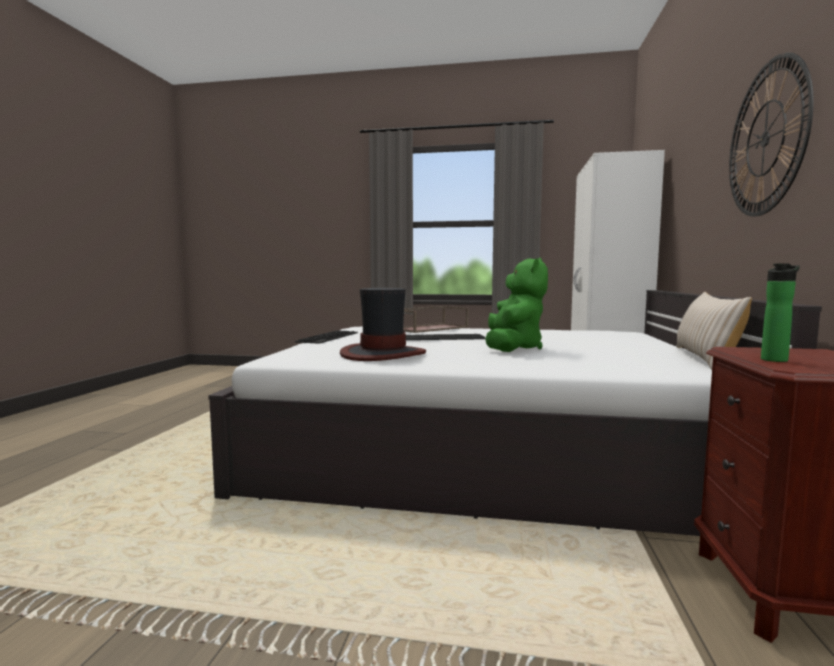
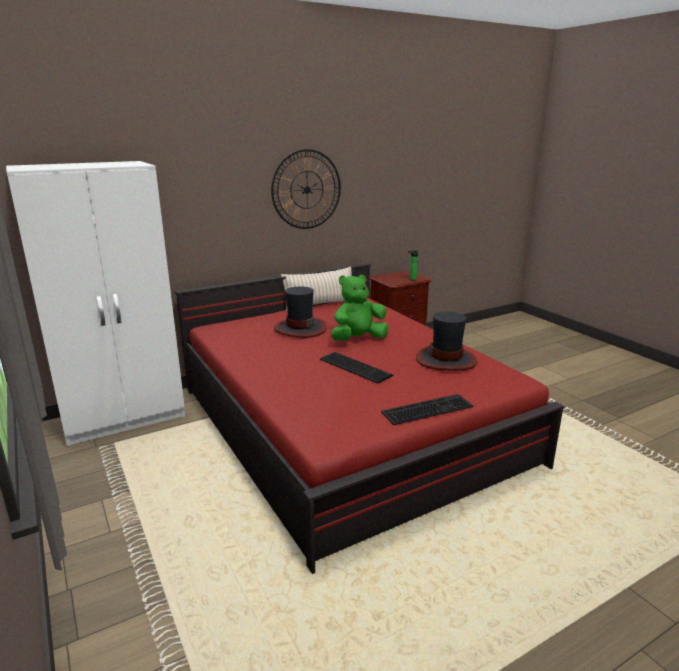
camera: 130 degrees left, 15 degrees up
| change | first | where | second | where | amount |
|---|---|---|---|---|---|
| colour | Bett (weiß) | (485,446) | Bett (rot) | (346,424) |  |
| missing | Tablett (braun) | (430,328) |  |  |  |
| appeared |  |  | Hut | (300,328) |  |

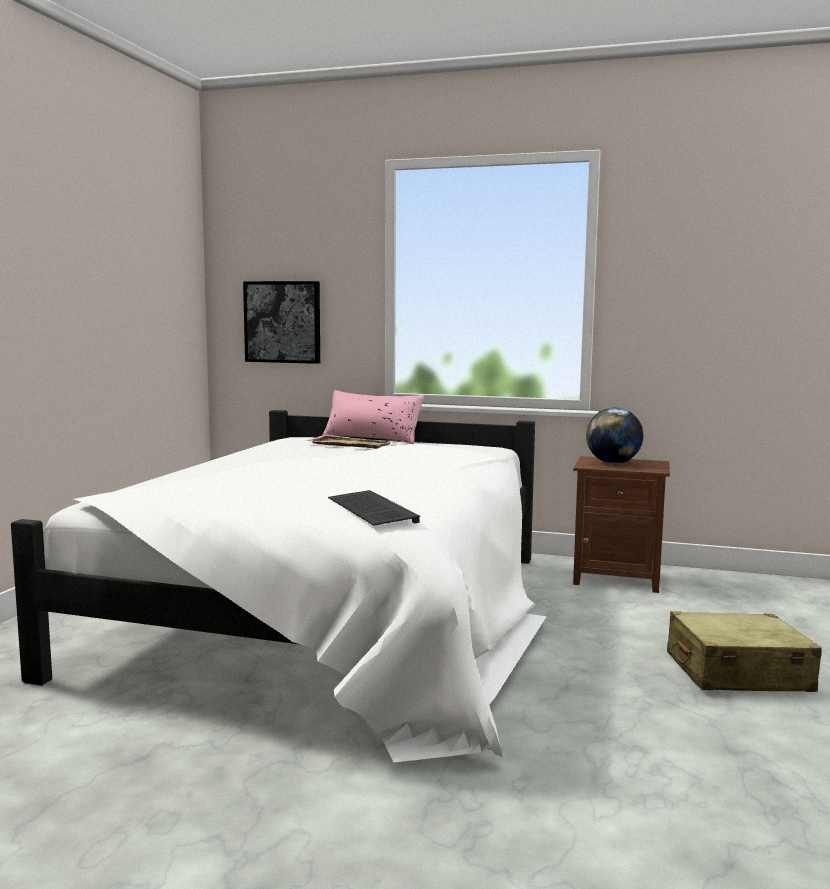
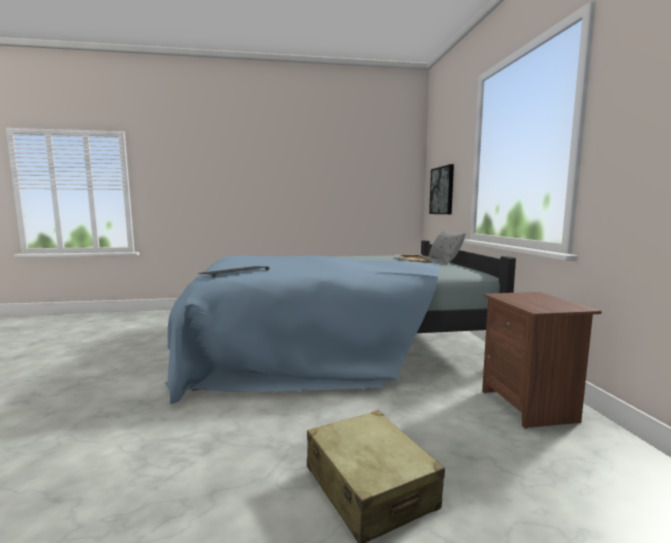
camera: 65 degrees right, 0 degrees up
| change | first | where | second | where | amount |
|---|---|---|---|---|---|
| colour | Bett (weiß) | (339,615) | Bett (blau) | (334,344) |  |
| colour | Kissen (rosa) | (372,438) | Kissen (grau) | (444,260) |  |
| missing | Globus | (613,463) |  |  |  |

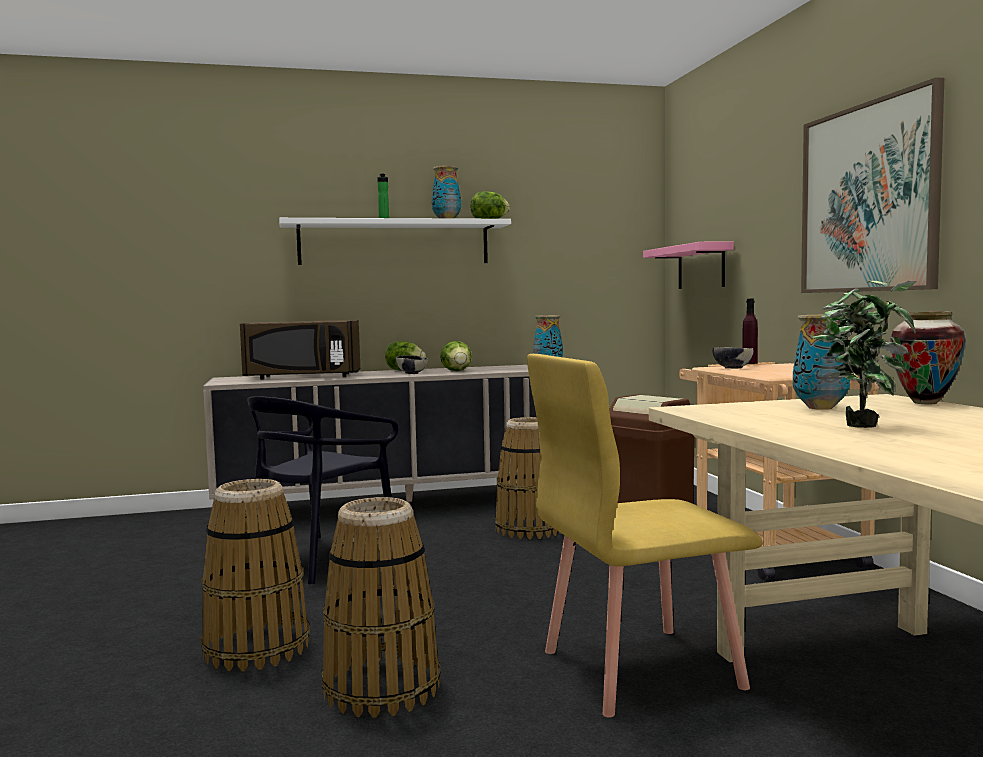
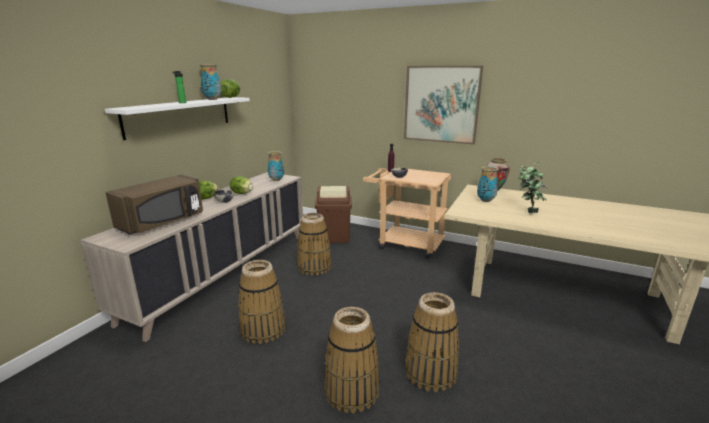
camera: 50 degrees left, 15 degrees up
| change | first | where | second | where | amount |
|---|---|---|---|---|---|
| exchanged | Stuhl (schwarz) | (321,559) | Korb | (262,329) |  |
| missing | Stuhl (gelb) | (638,668) |  |  |  |
| missing | Wandregal (rosa) | (701,267) |  |  |  |

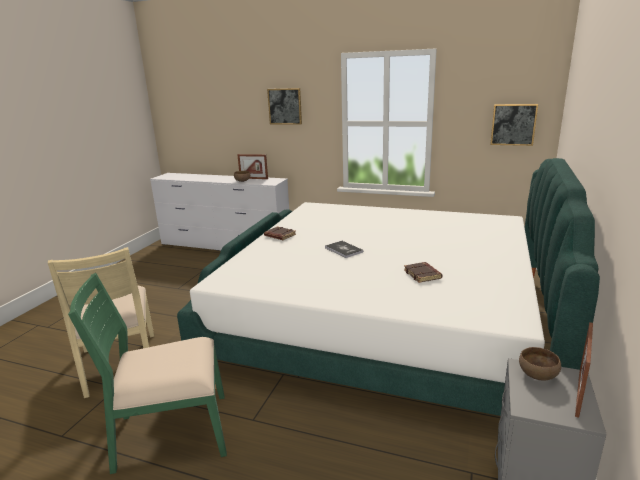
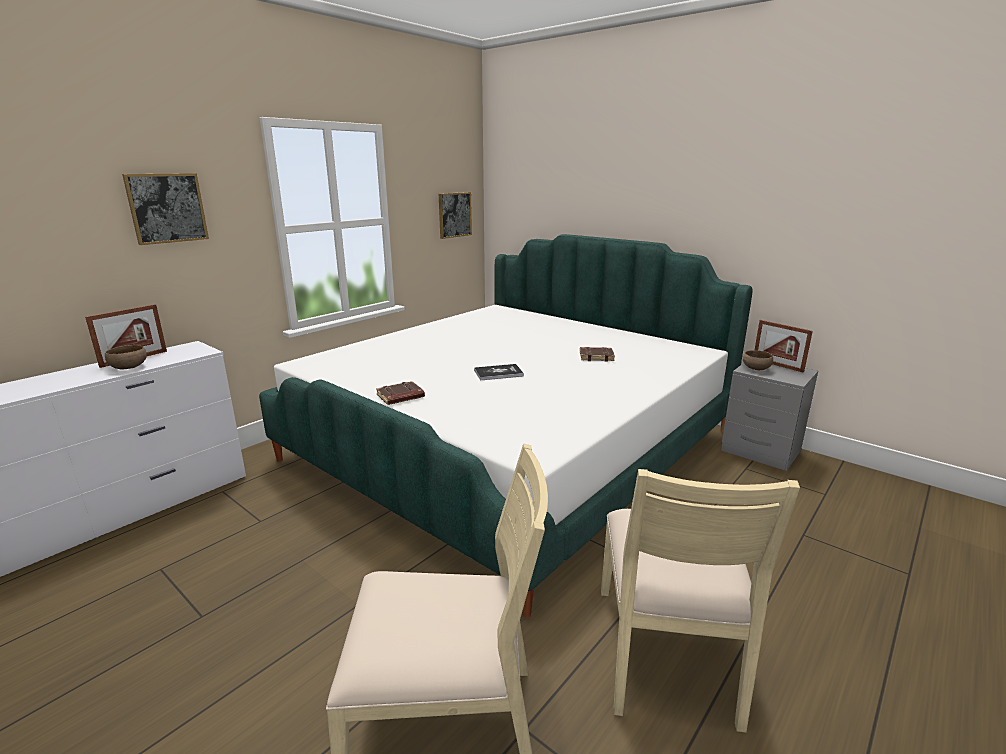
camera: 70 degrees left, 0 degrees up
| change | first | where | second | where | amount |
|---|---|---|---|---|---|
| colour | Stuhl (grün) | (171,432) | Stuhl (beige) | (667,653) |  |

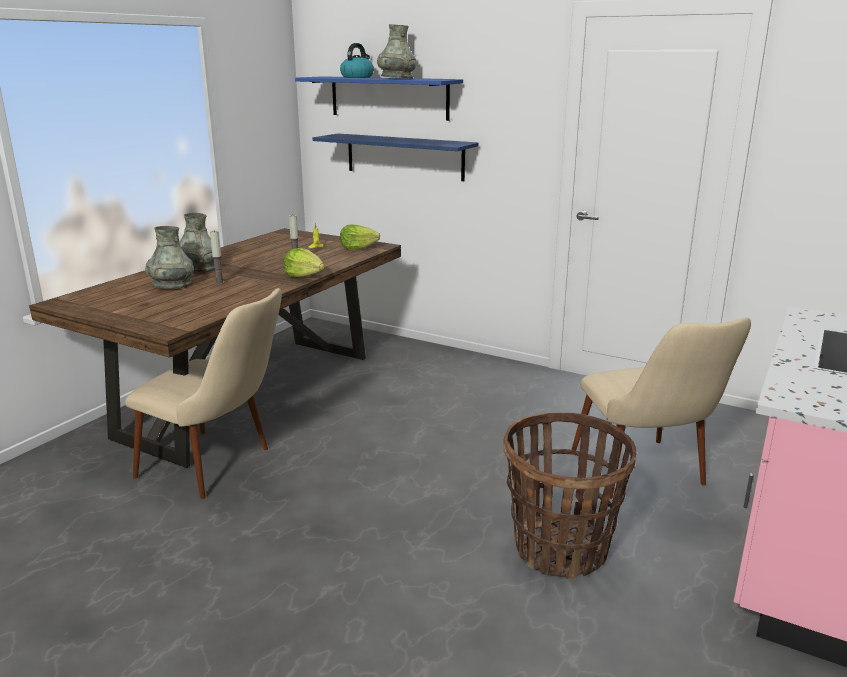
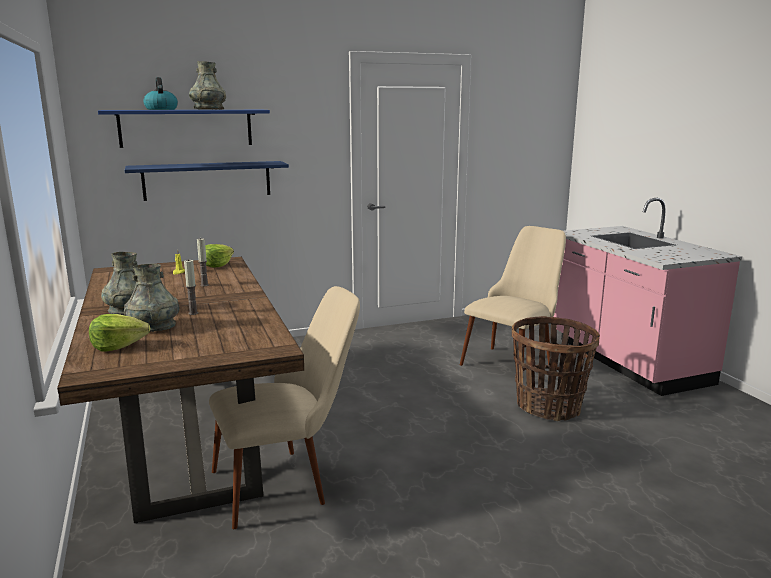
camera: 50 degrees left, 5 degrees down
| change | first | where | second | where | amount |
|---|---|---|---|---|---|
| relocated | Salatkopf | (304,275) |  | (118,346) |  |
| spun | Stuhl (beige) | (647,480) |  | (513,360) | 75 degrees counterclockwise |

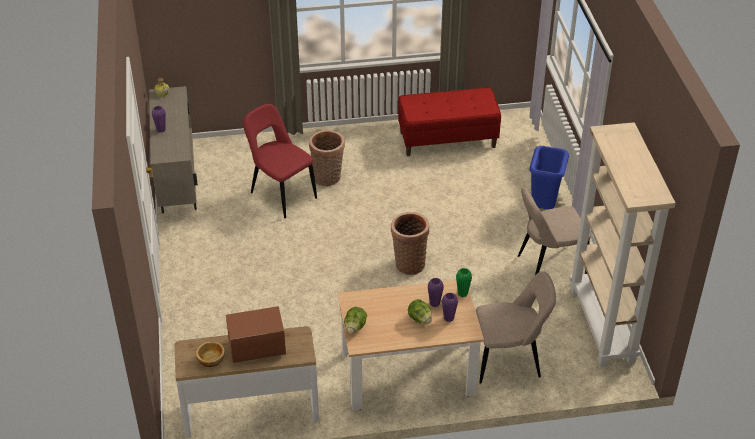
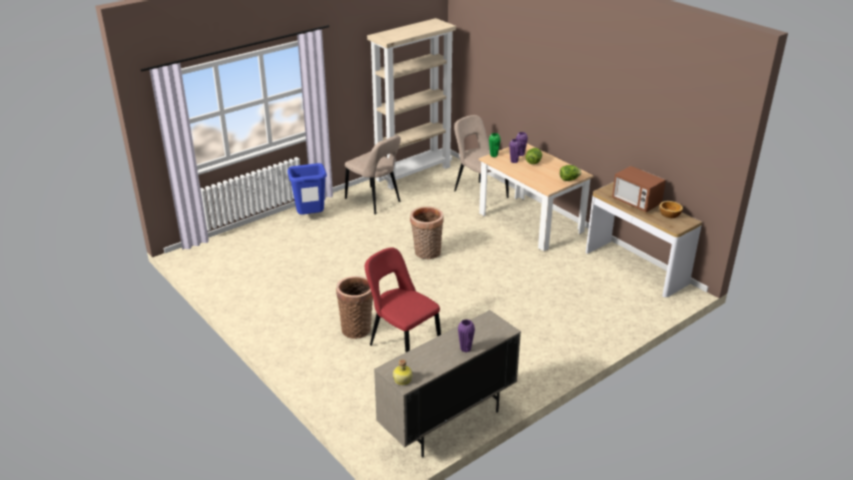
camera: 120 degrees left, 10 degrees down
| change | first | where | second | where | amount |
|---|---|---|---|---|---|
| spun | Stuhl (rot) | (281,194) |  | (402,347) | 120 degrees clockwise |
| missing | Bank (rot) | (447,139) |  |  |  |

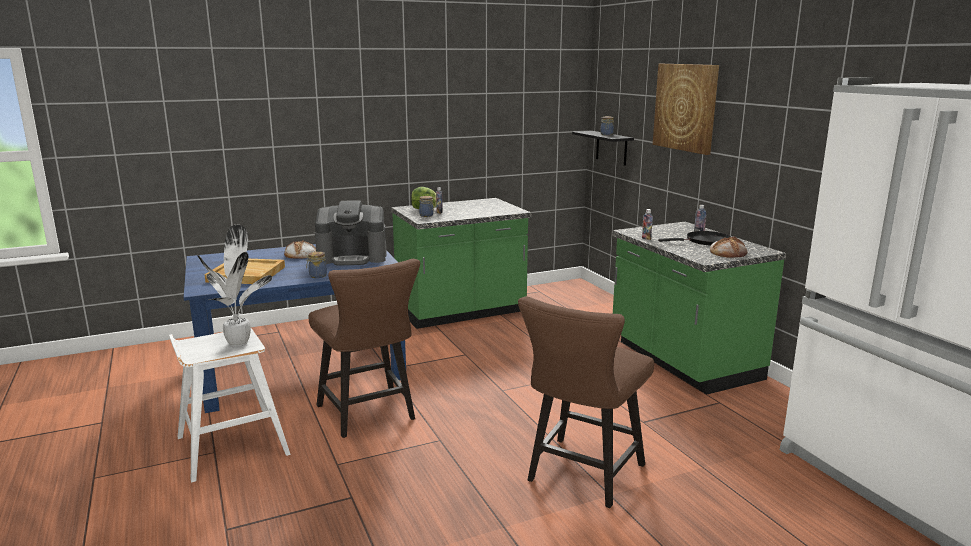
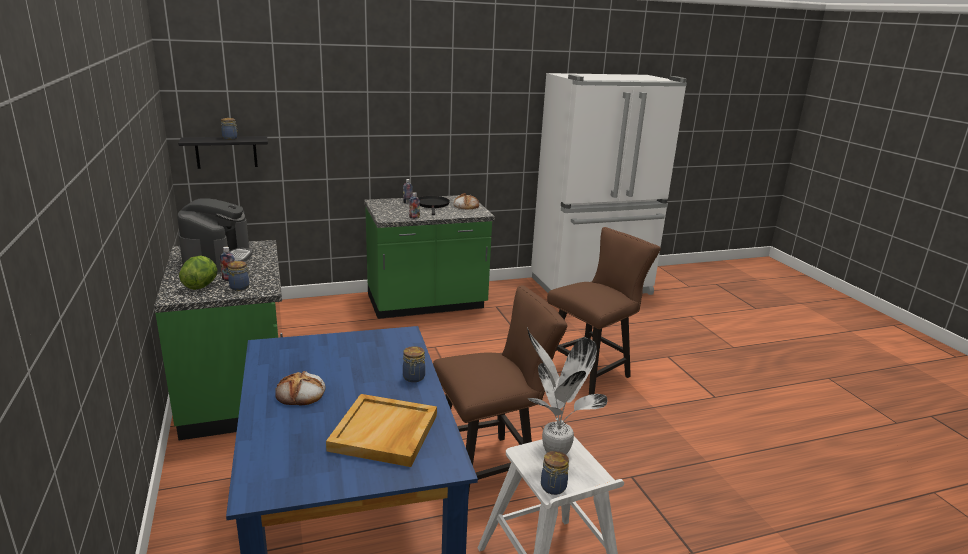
camera: 85 degrees left, 5 degrees up
| change | first | where | second | where | amount |
|---|---|---|---|---|---|
| relocated | Kaffeemaschine | (353,257) |  | (217,258) |  |
| spun | Stuhl (braun) | (581,476) |  | (591,370) | 75 degrees counterclockwise |
| missing | Bild | (685,107) |  |  |  |
| appeared |  |  | Vorratsglas | (553,488) |  |

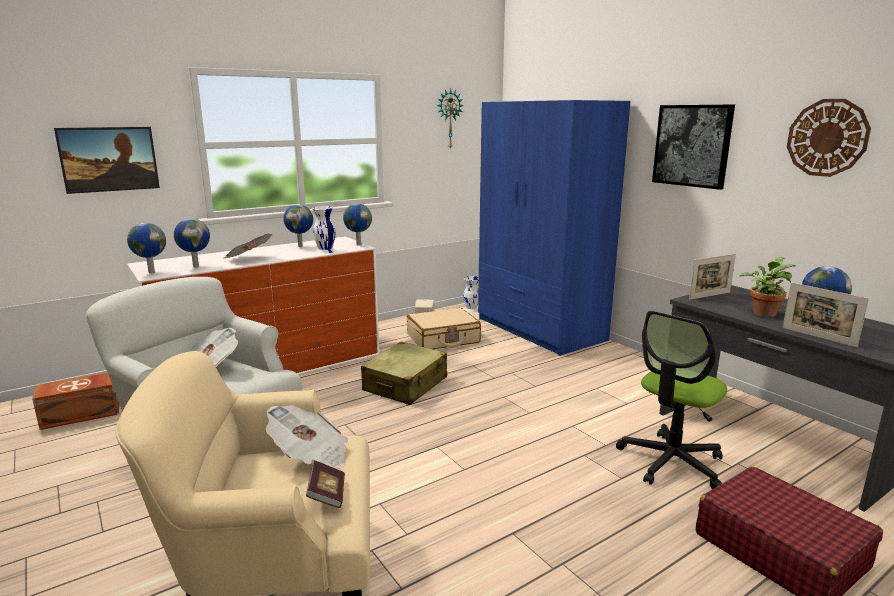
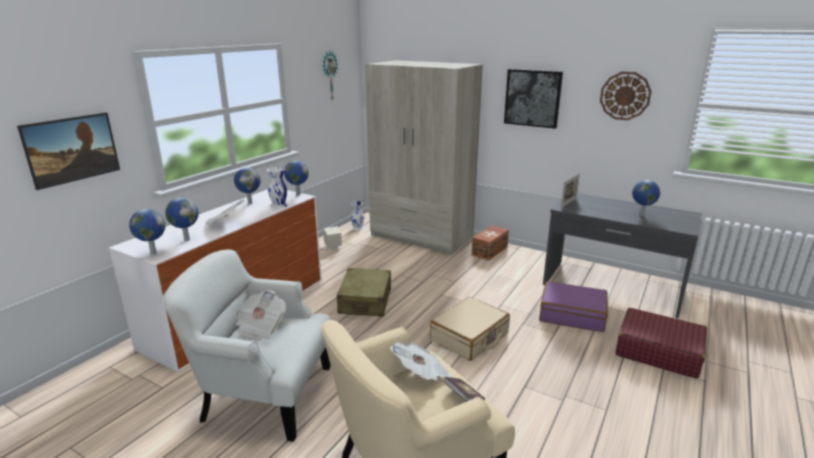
camera: 25 degrees left, 5 degrees up
| change | first | where | second | where | amount |
|---|---|---|---|---|---|
| relocated | Aufbewahrungsbox (braun) | (82,414) |  | (490,251) |  |
| relocated | Koffer (beige) | (443,339) |  | (470,337) |  |
| colour | Kleiderschrank (blau) | (540,329) | Kleiderschrank (beige) | (421,236) |  |
| exchanged | Bürostuhl | (671,462) | Koffer (lila) | (572,315) |  |
| missing | Topfpflanze | (763,313) |  |  |  |
| missing | Bilderrahmen | (818,337) |  |  |  |

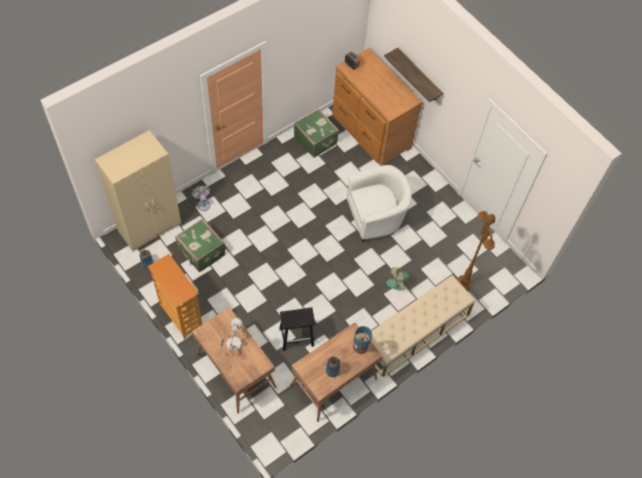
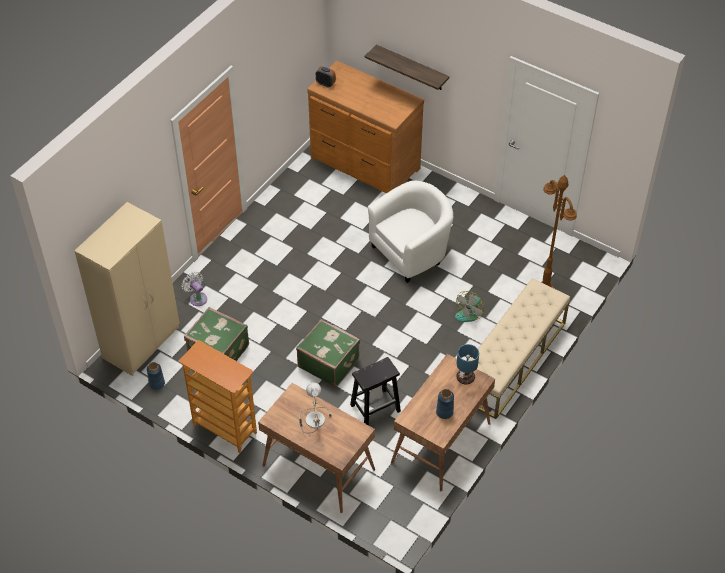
camera: 15 degrees left, 10 degrees down
| change | first | where | second | where | amount |
|---|---|---|---|---|---|
| relocated | Koffer (grün) | (316,140) |  | (329,362) |  |

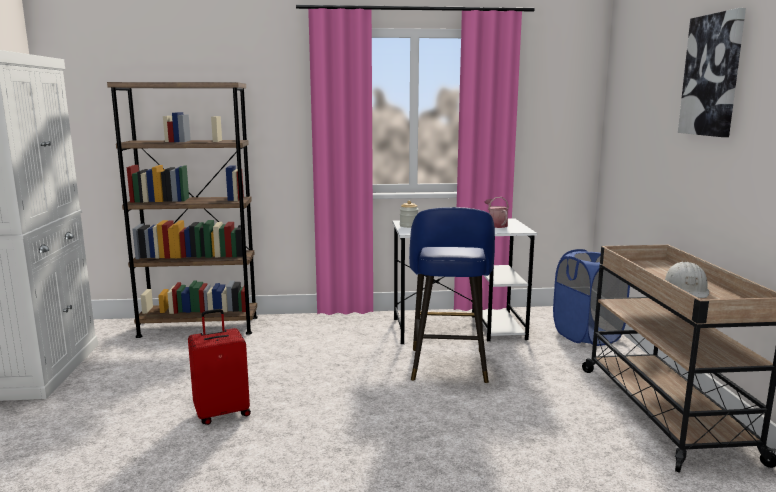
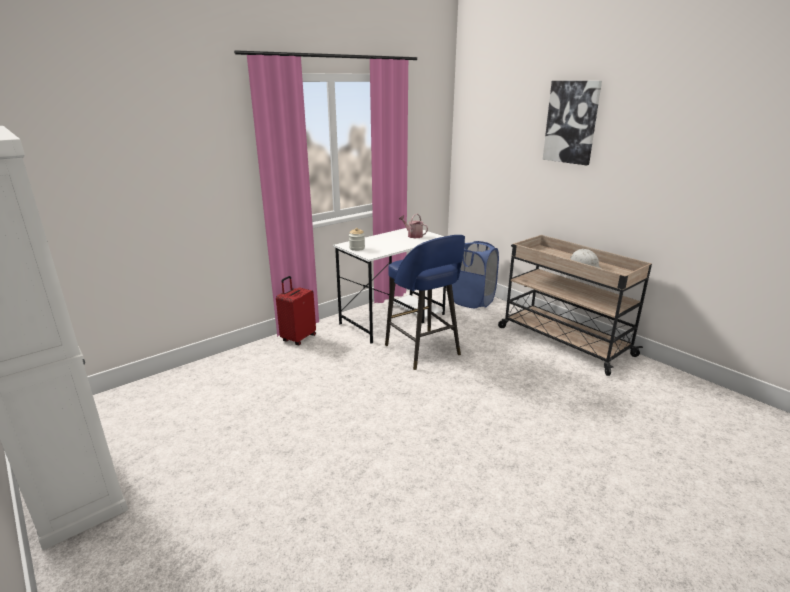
camera: 35 degrees left, 10 degrees up
| change | first | where | second | where | amount |
|---|---|---|---|---|---|
| missing | Bücherregal (braun) | (199,326) |  |  |  |
| relocated | Koffer (rot) | (222,413) |  | (298,338) |  |

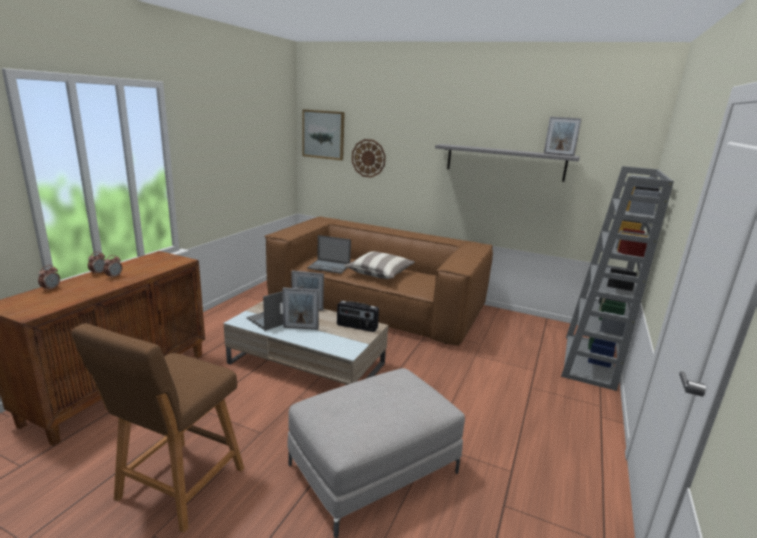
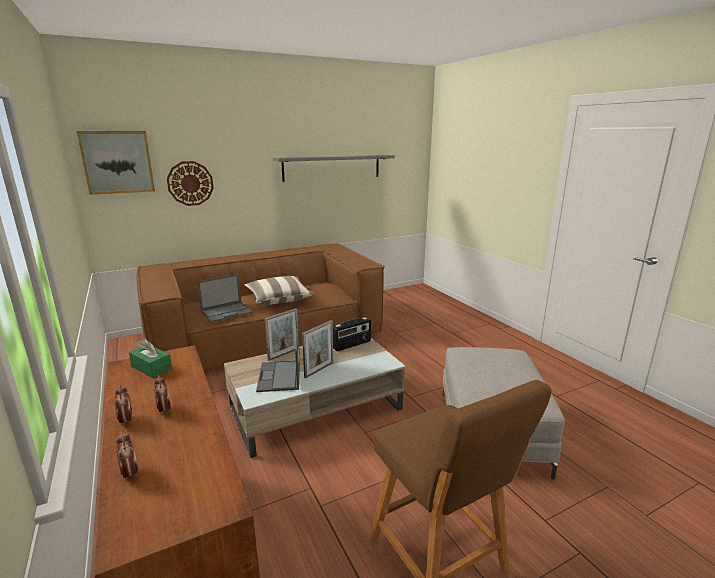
camera: 50 degrees left, 0 degrees up
| change | first | where | second | where | amount |
|---|---|---|---|---|---|
| missing | Bilderrahmen | (558,154) |  |  |  |
| missing | Bücherregal (grau) | (589,362) |  |  |  |
| appeared |  |  | Taschentuchbox (grün) | (151,368) |  |

